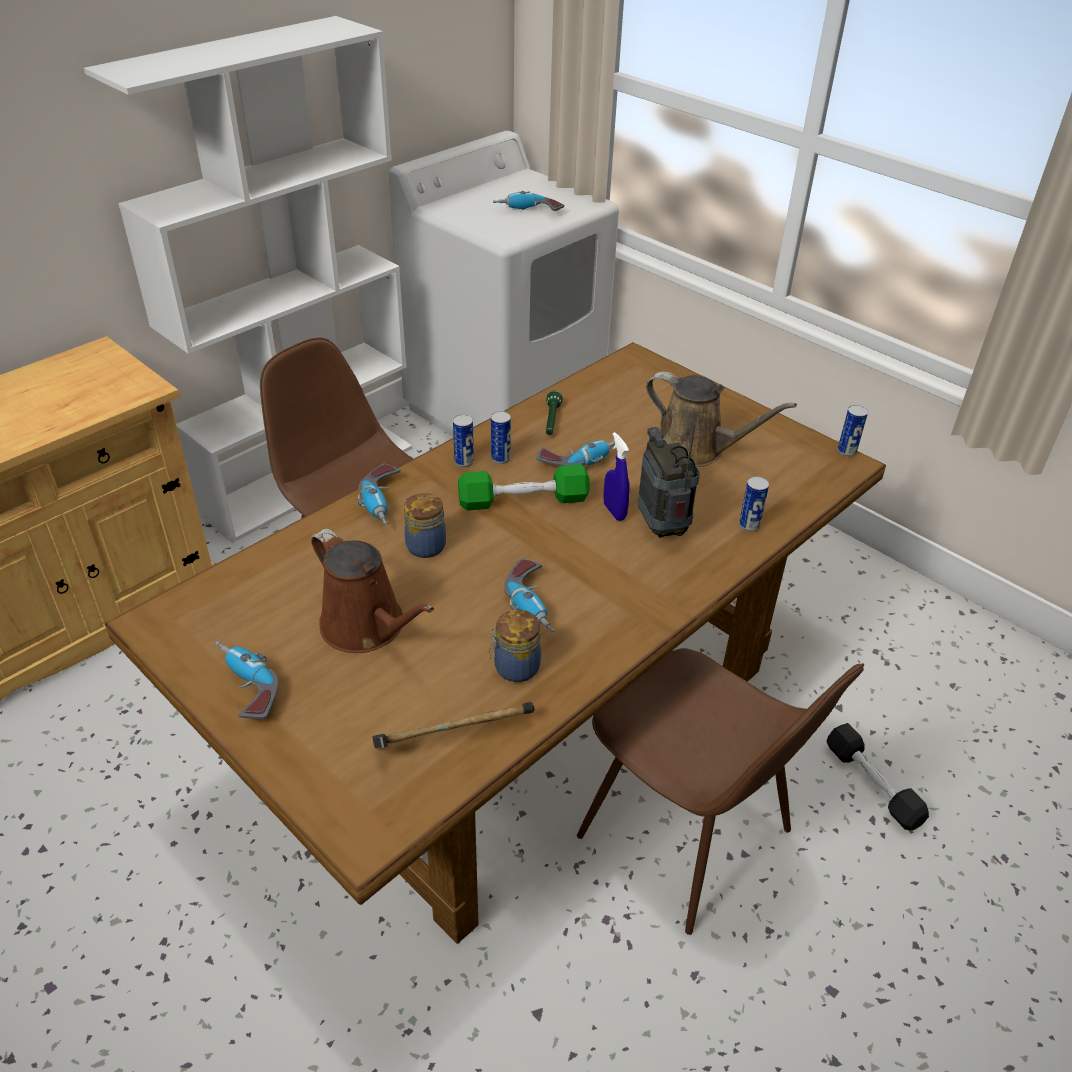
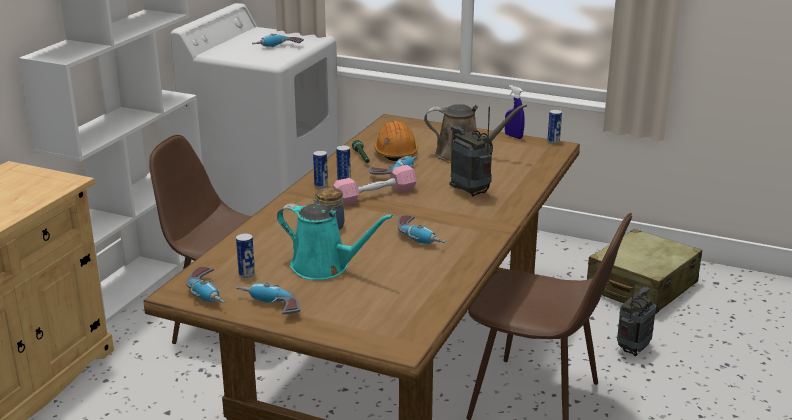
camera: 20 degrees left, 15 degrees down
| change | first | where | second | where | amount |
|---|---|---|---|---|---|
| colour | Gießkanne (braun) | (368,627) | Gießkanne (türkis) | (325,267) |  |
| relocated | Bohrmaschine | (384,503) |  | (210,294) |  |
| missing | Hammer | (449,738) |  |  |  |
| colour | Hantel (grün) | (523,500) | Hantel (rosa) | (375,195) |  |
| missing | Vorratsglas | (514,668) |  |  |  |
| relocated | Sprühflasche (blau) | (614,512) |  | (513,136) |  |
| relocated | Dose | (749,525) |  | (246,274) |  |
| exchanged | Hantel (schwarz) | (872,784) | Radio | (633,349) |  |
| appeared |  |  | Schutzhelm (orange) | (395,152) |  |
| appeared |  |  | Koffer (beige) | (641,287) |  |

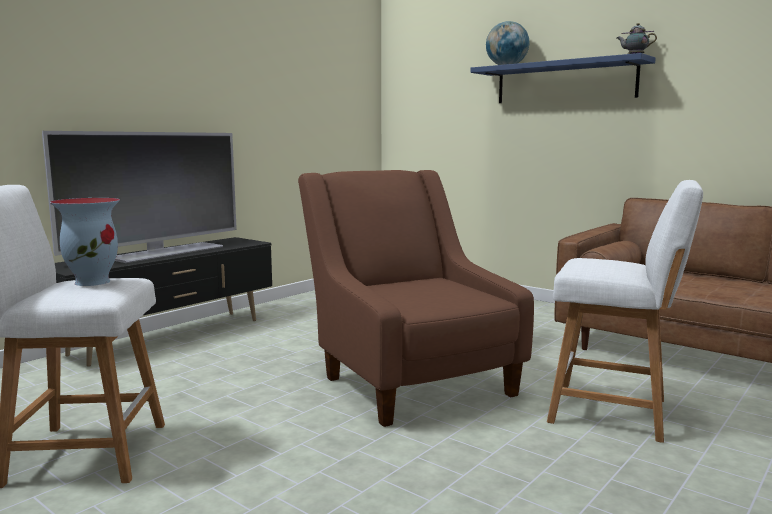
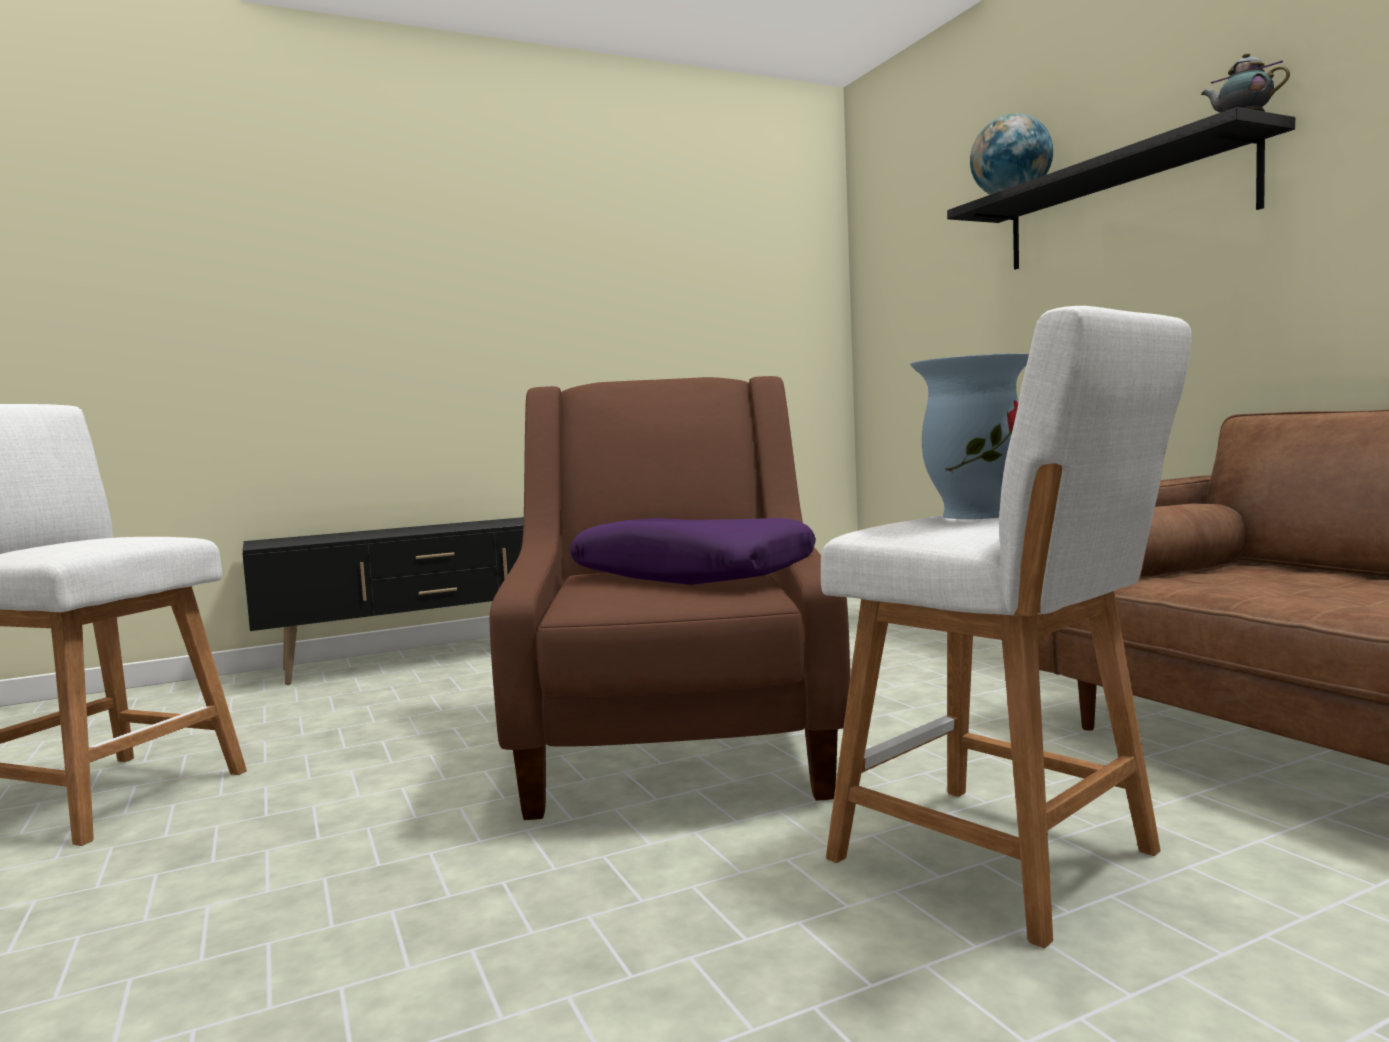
camera: 25 degrees right, 5 degrees down
| change | first | where | second | where | amount |
|---|---|---|---|---|---|
| missing | Fernseher | (165,252) |  |  |  |
| relocated | Vase | (93,282) |  | (974,515) |  |
| colour | Wandregal (blau) | (564,82) | Wandregal (schwarz) | (1122,208) |  |
| appeared |  |  | Kissen (lila) | (692,574) |  |

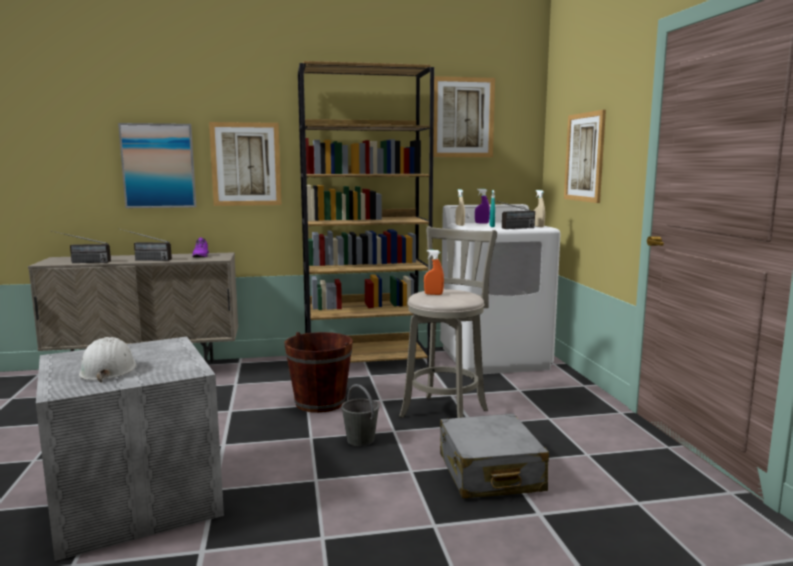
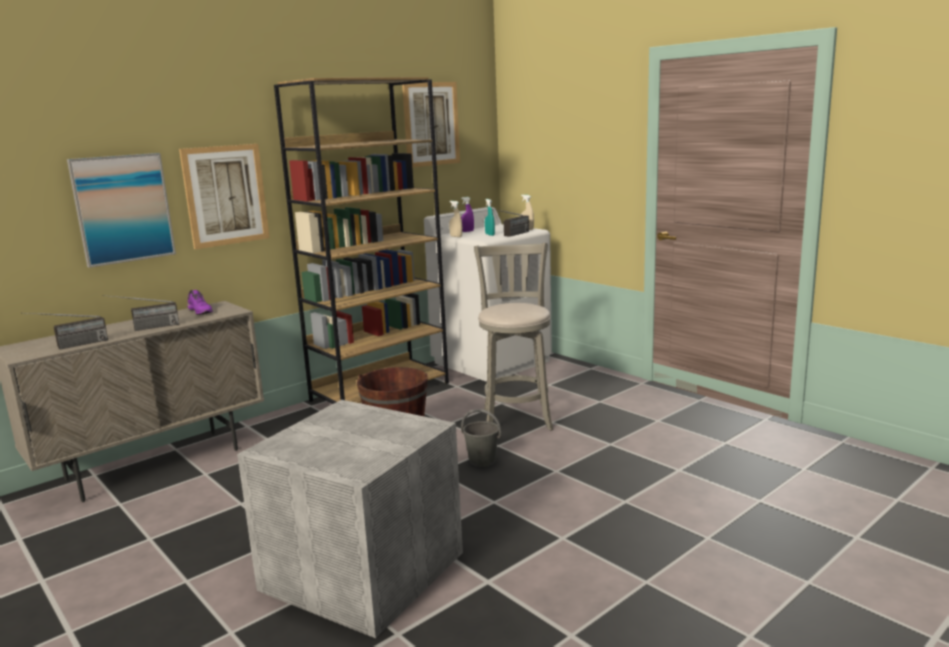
camera: 30 degrees left, 5 degrees up
| change | first | where | second | where | amount |
|---|---|---|---|---|---|
| missing | Schutzhelm (weiß) | (108,370) |  |  |  |
| missing | Sprühflasche (orange) | (433,294) |  |  |  |
| missing | Koffer (grau) | (489,473) |  |  |  |
| missing | Bild | (584,157) |  |  |  |

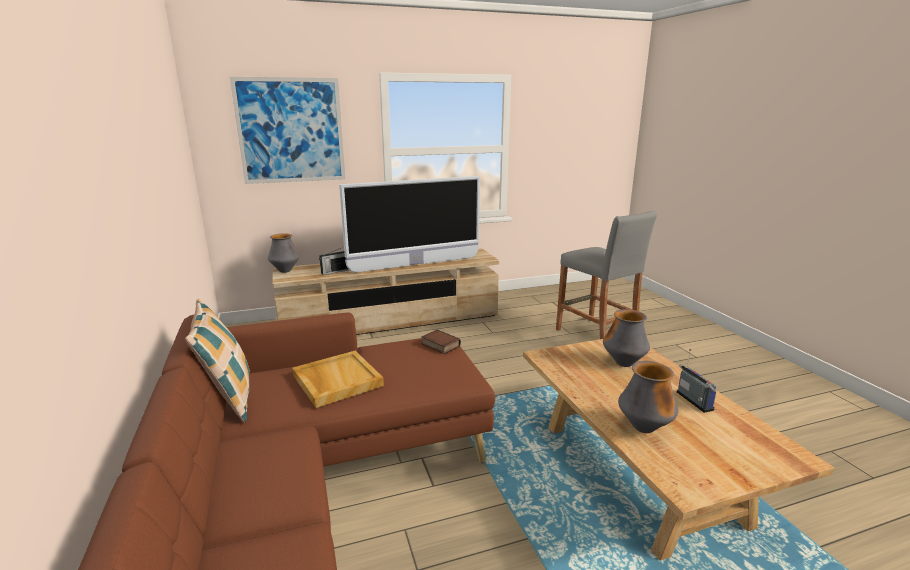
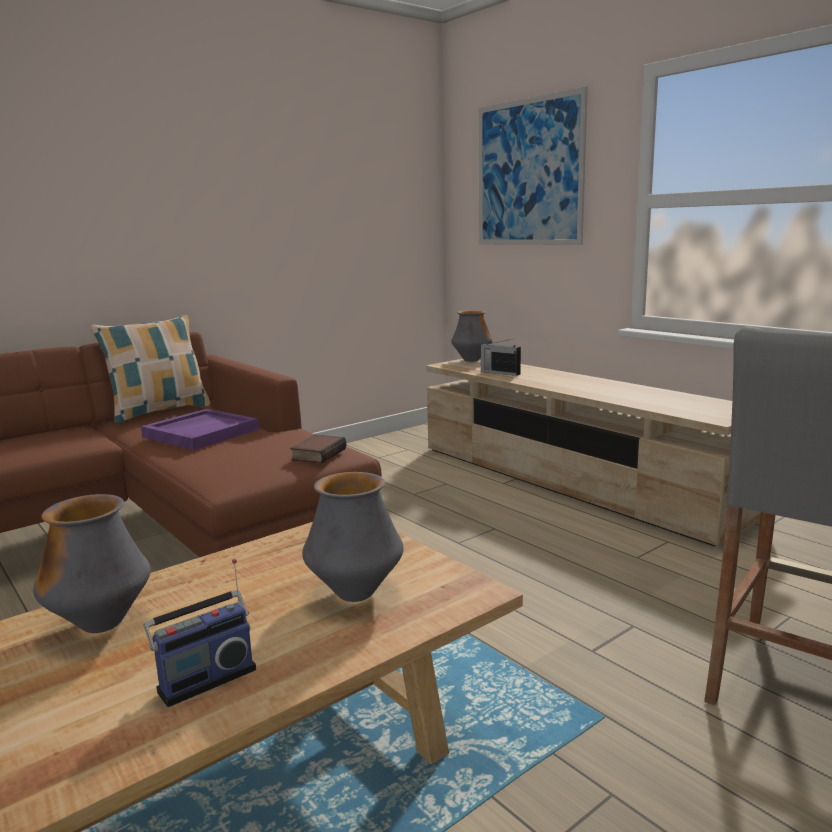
camera: 70 degrees right, 5 degrees down
| change | first | where | second | where | amount |
|---|---|---|---|---|---|
| colour | Tablett (beige) | (336,380) | Tablett (lila) | (201,433) |  |
| missing | Fernseher | (415,264) |  |  |  |

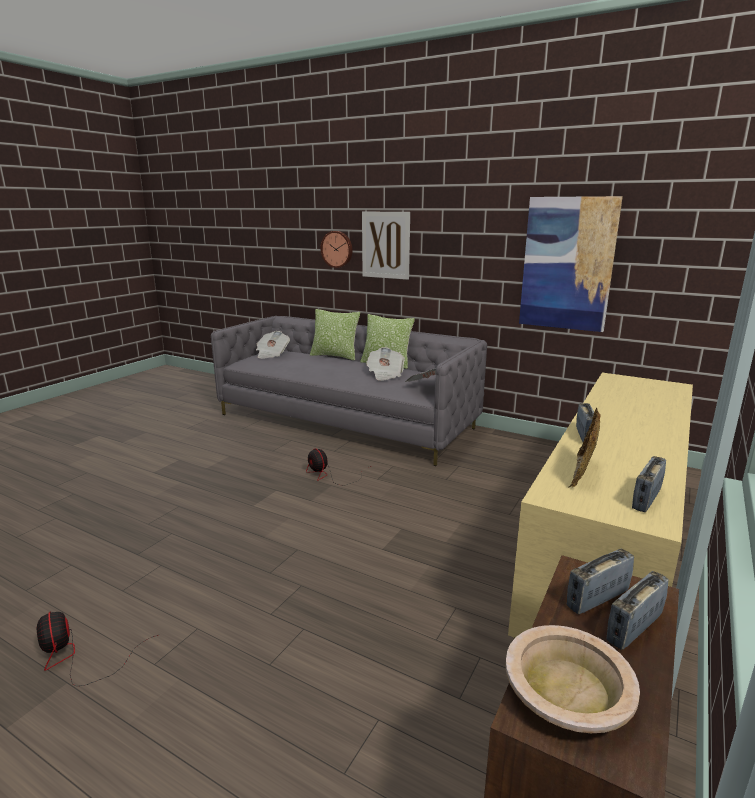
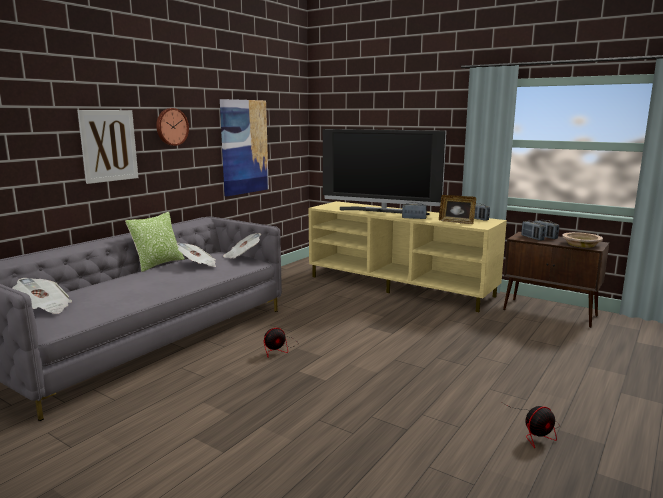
camera: 85 degrees left, 5 degrees down
| change | first | where | second | where | amount |
|---|---|---|---|---|---|
| missing | Kissen | (335,356) |  |  |  |
| relocated | Wanduhr | (337,249) |  | (171,126) |  |
| appeared |  |  | Fernseher | (382,211) |  |

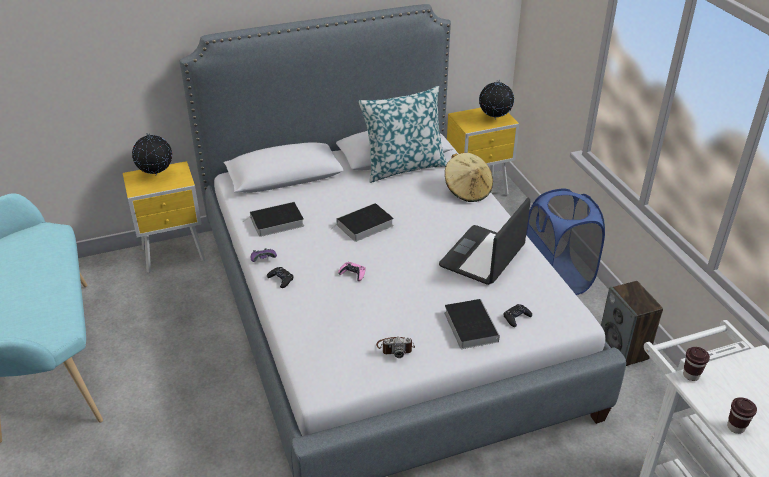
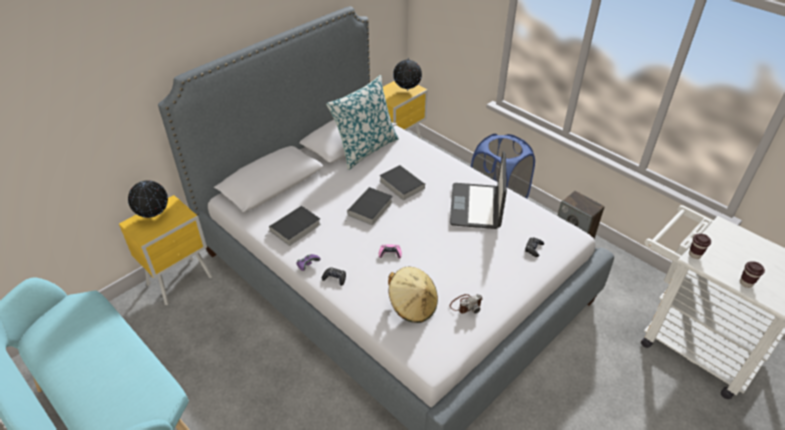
camera: 25 degrees left, 5 degrees up
| change | first | where | second | where | amount |
|---|---|---|---|---|---|
| relocated | Buch | (469,325) |  | (400,184) |  |
| relocated | Hut (beige) | (467,191) |  | (412,305) |  |

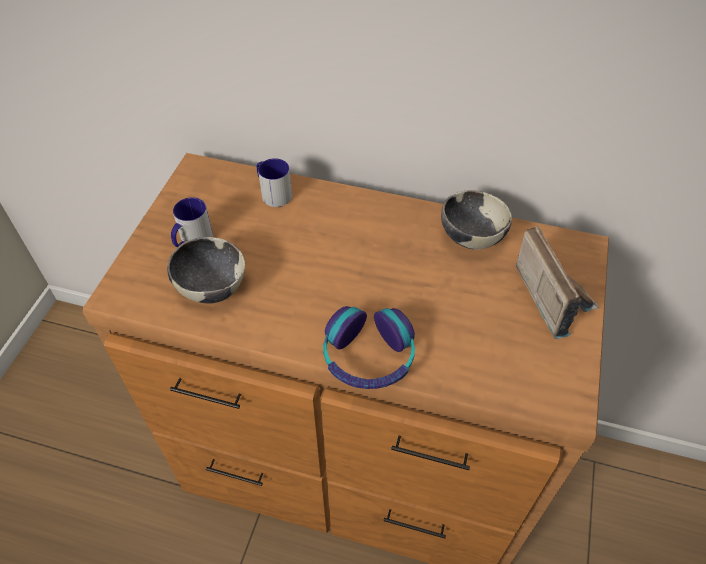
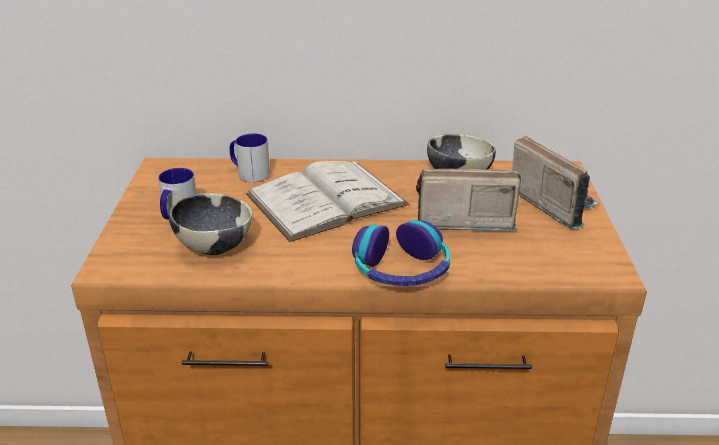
camera: 15 degrees left, 20 degrees down
| change | first | where | second | where | amount |
|---|---|---|---|---|---|
| appeared |  |  | Buch (weiß) | (326,200) |  |
| appeared |  |  | Radio | (461,220) |  |

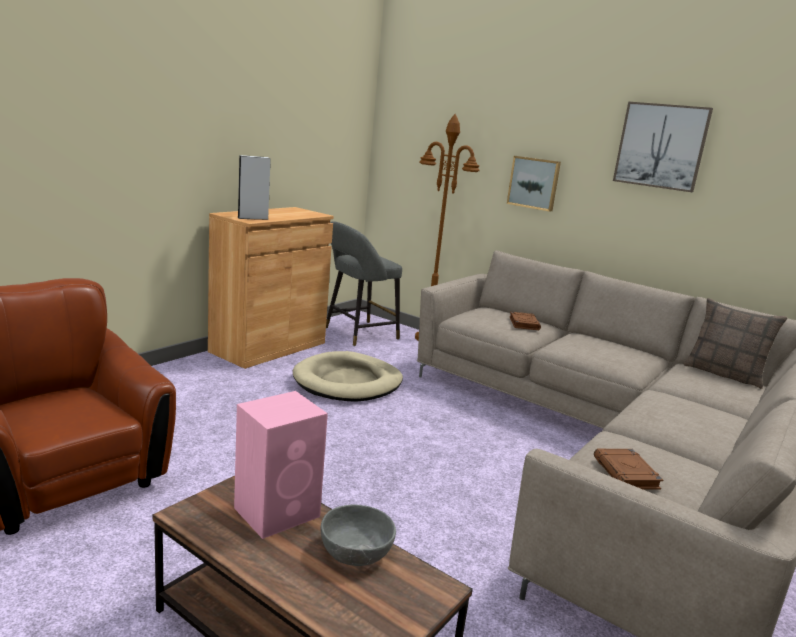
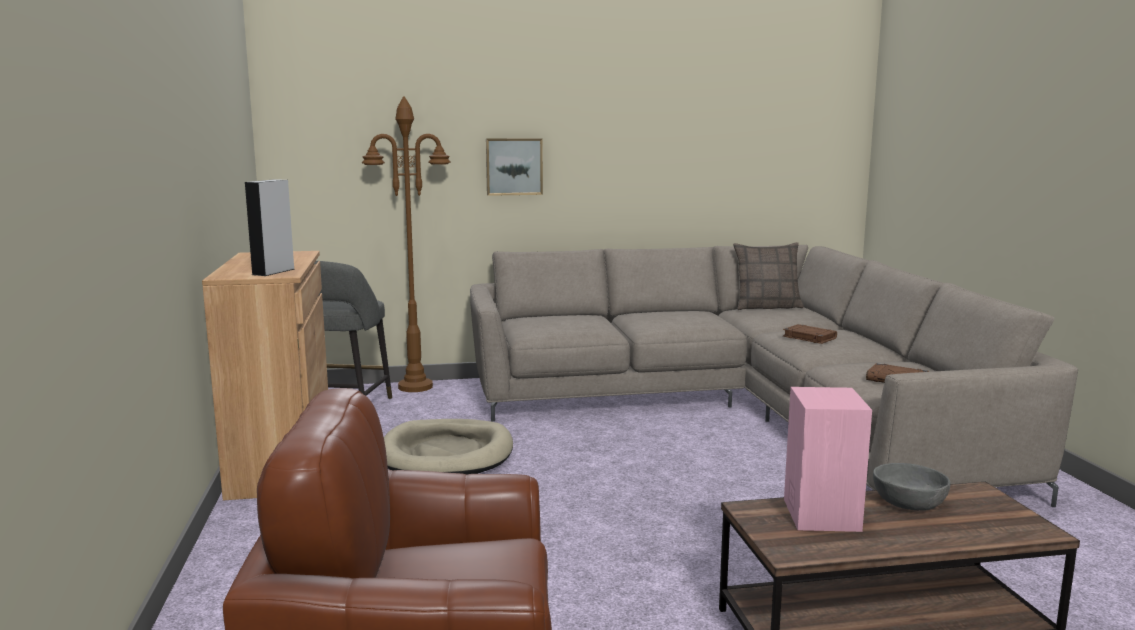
camera: 45 degrees left, 5 degrees down
| change | first | where | second | where | amount |
|---|---|---|---|---|---|
| relocated | Buch (braun) | (523,323) |  | (808,337) |  |
| missing | Bild | (661,146) |  |  |  |

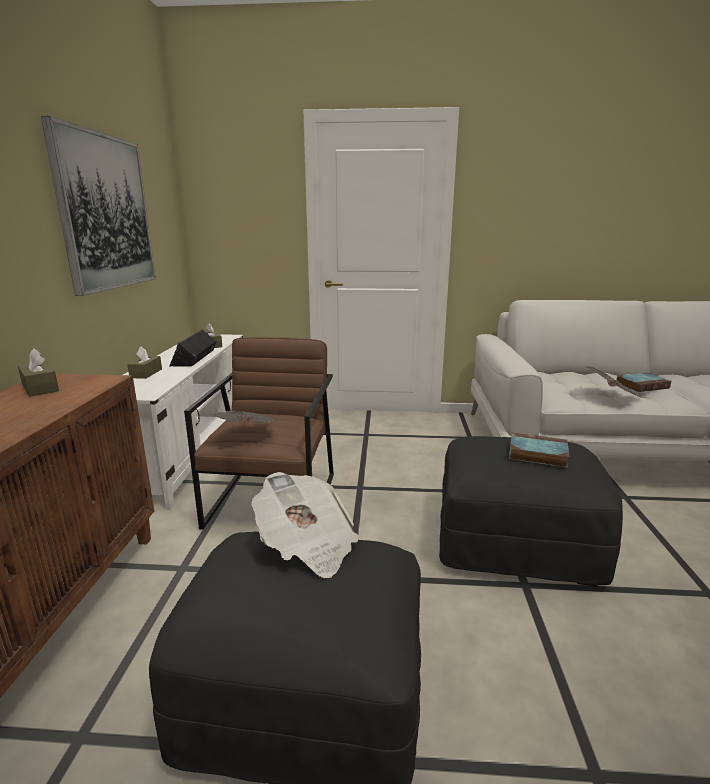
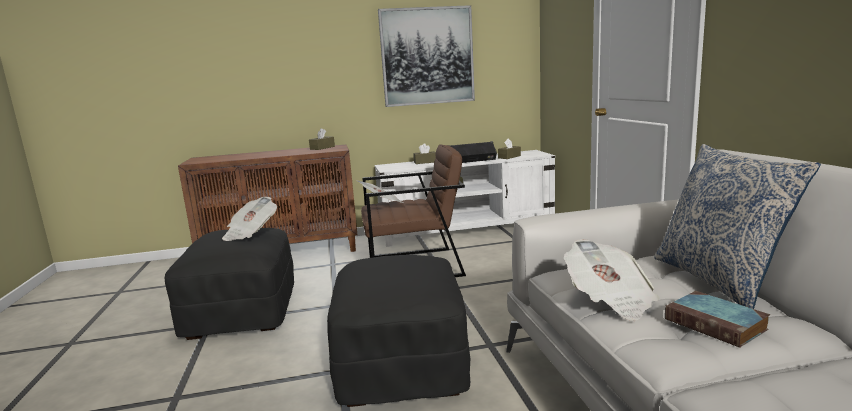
camera: 75 degrees right, 5 degrees down
| change | first | where | second | where | amount |
|---|---|---|---|---|---|
| missing | Buch | (536,454) |  |  |  |
| appeared |  |  | Kissen | (718,280) |  |

